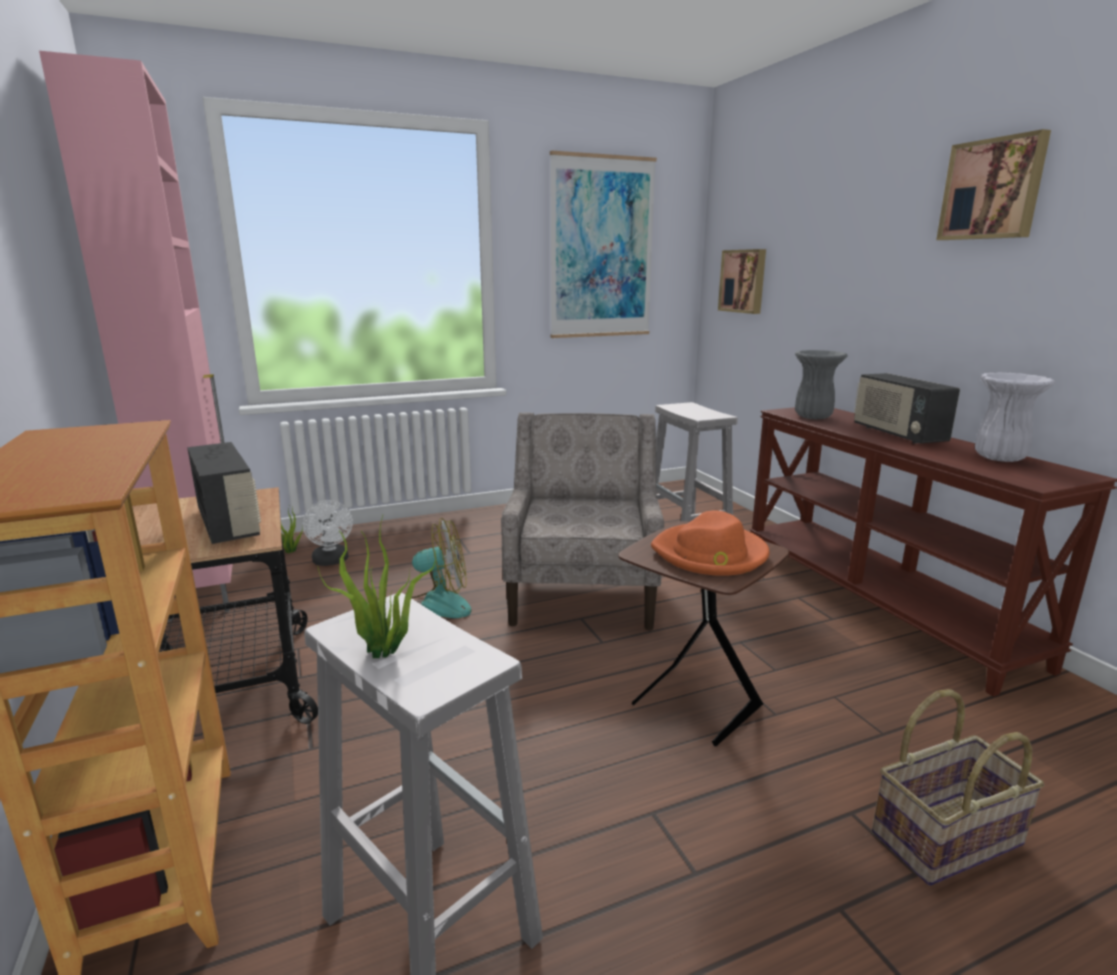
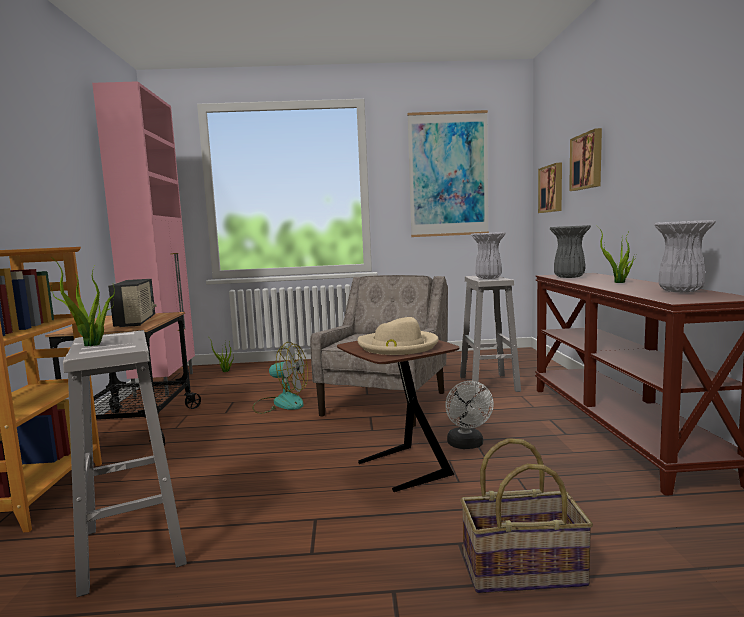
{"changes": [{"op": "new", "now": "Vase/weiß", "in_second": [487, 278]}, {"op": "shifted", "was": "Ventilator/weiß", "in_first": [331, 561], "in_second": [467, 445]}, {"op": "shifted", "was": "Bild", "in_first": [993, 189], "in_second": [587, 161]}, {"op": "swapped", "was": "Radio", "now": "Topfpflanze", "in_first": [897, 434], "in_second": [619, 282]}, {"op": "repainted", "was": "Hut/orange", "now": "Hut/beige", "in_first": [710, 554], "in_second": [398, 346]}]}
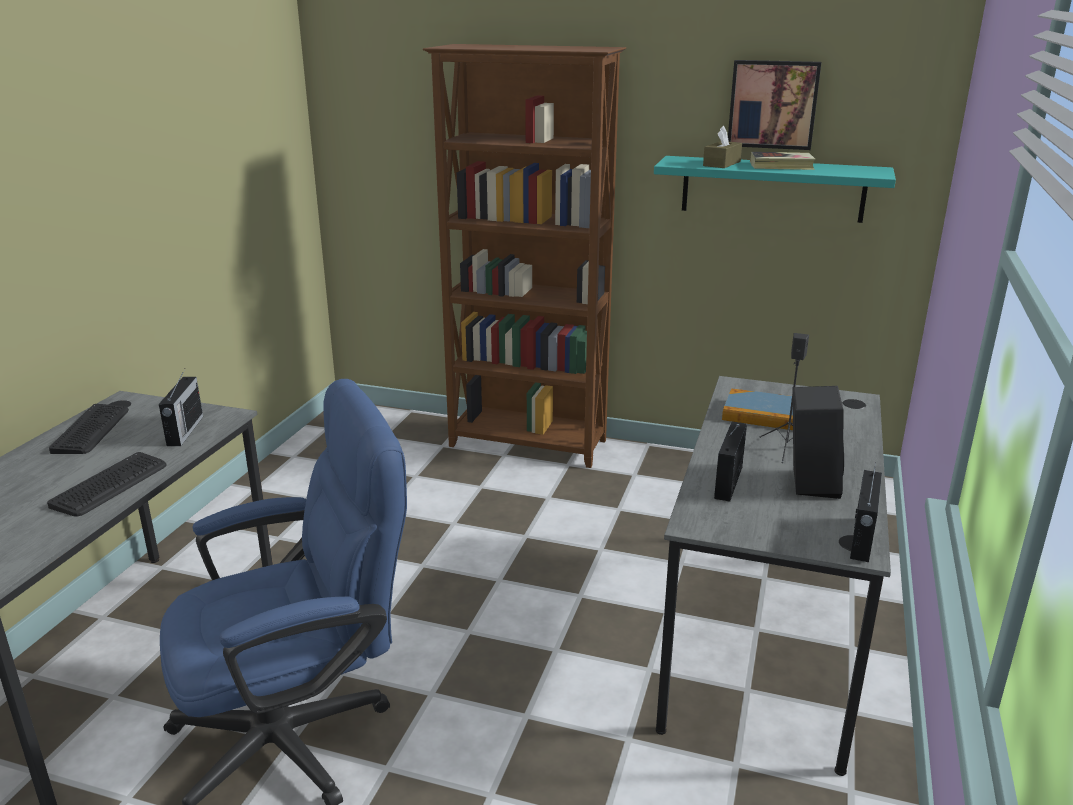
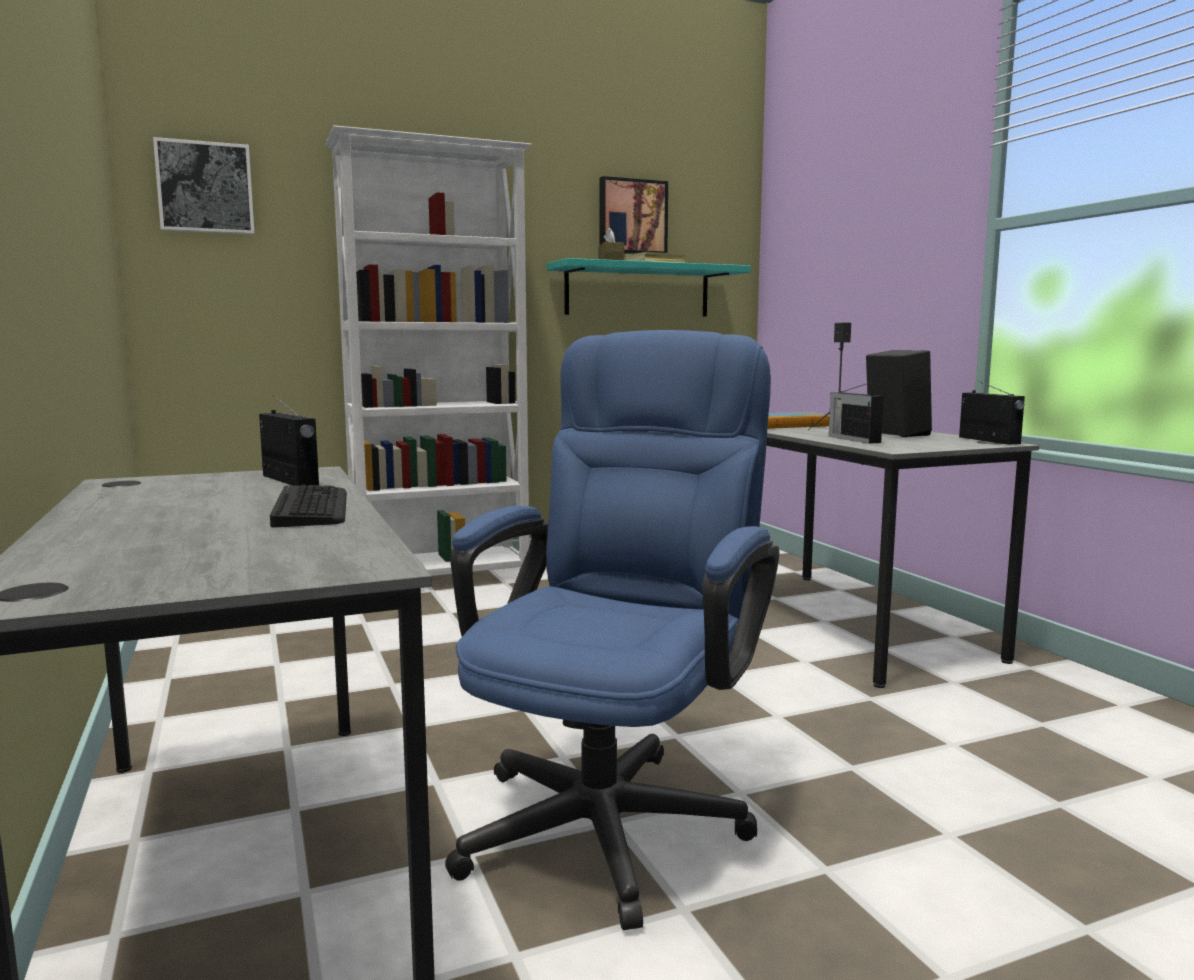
{"changes": [{"op": "gone", "was": "Tastatur", "in_first": [91, 430]}, {"op": "new", "now": "Bild", "in_second": [205, 188]}, {"op": "repainted", "was": "Bücherregal/braun", "now": "Bücherregal/weiß", "in_first": [528, 444], "in_second": [443, 580]}]}
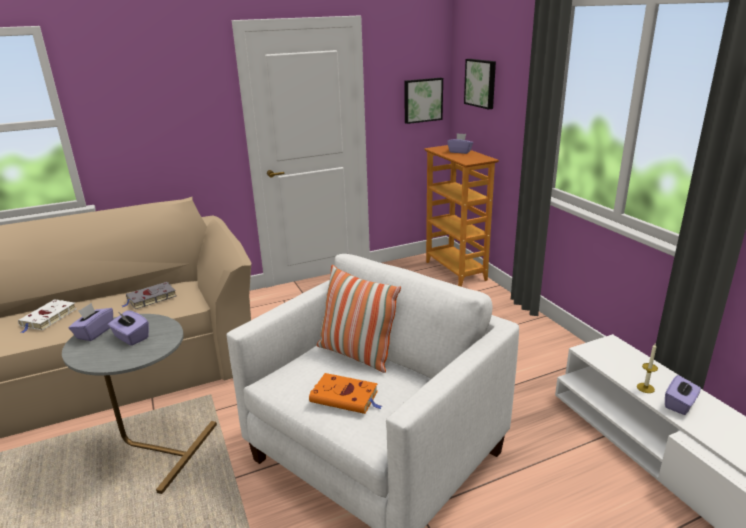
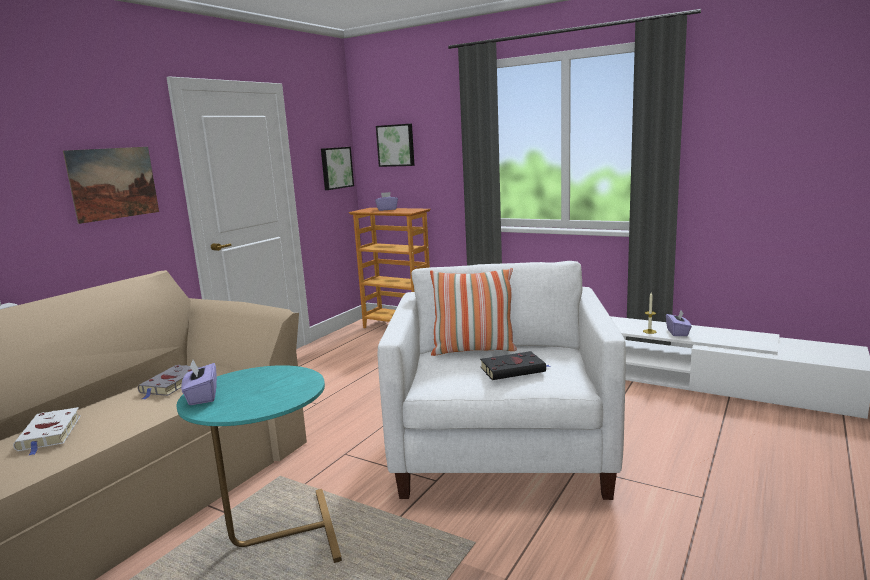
{"changes": [{"op": "gone", "was": "Taschentuchbox/lila", "in_first": [131, 337]}, {"op": "new", "now": "Bild", "in_second": [113, 183]}, {"op": "repainted", "was": "Beistelltisch/grau", "now": "Beistelltisch/türkis", "in_first": [153, 449], "in_second": [276, 538]}, {"op": "repainted", "was": "Buch/orange", "now": "Buch/schwarz", "in_first": [346, 397], "in_second": [514, 369]}]}
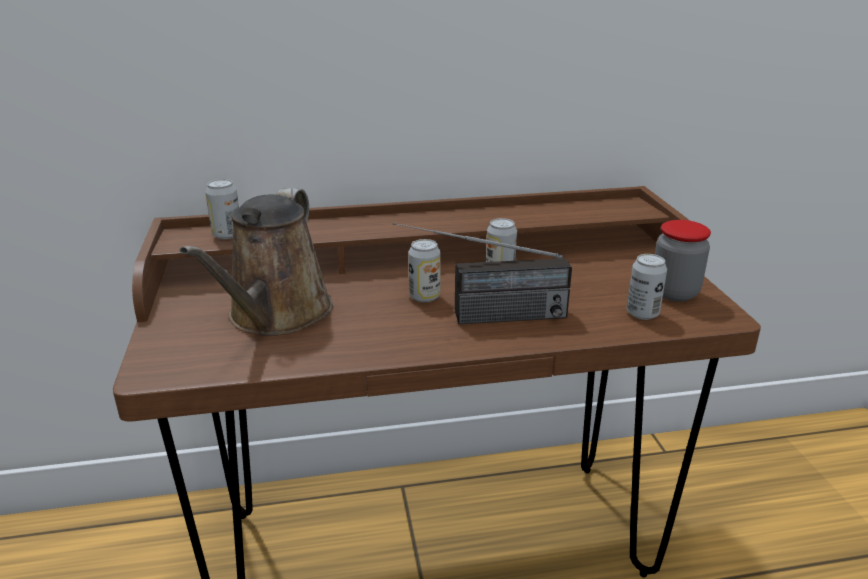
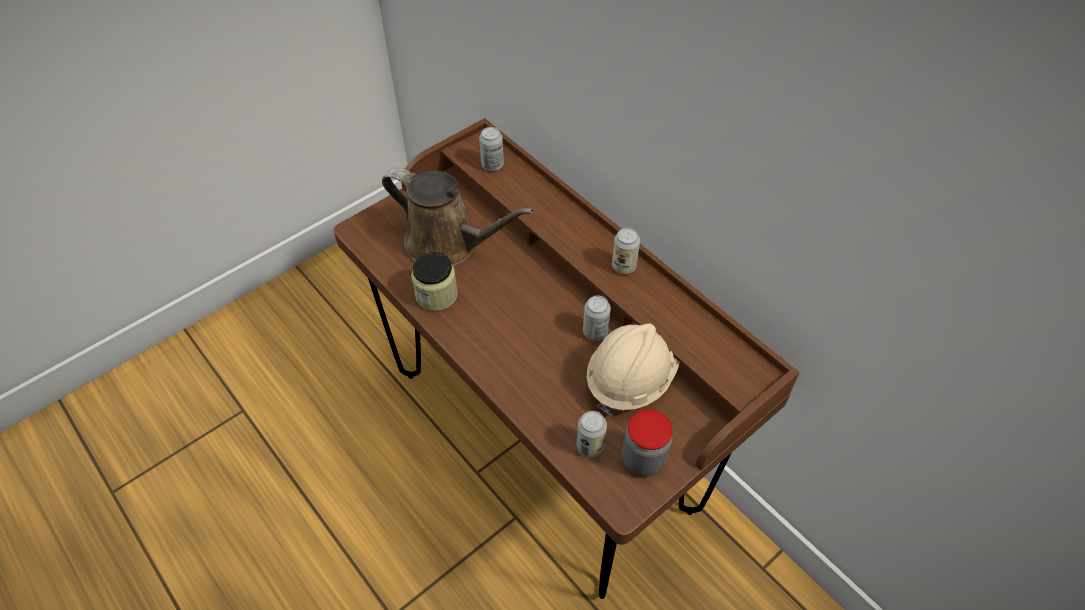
{"changes": [{"op": "gone", "was": "Radio", "in_first": [481, 317]}, {"op": "new", "now": "Vorratsglas", "in_second": [436, 295]}, {"op": "new", "now": "Schutzhelm/beige", "in_second": [630, 379]}, {"op": "shifted", "was": "Dose", "in_first": [424, 296], "in_second": [624, 266]}, {"op": "rotated", "was": "Gießkanne/braun", "in_first": [276, 315], "in_second": [448, 244], "clockwise": -135}]}
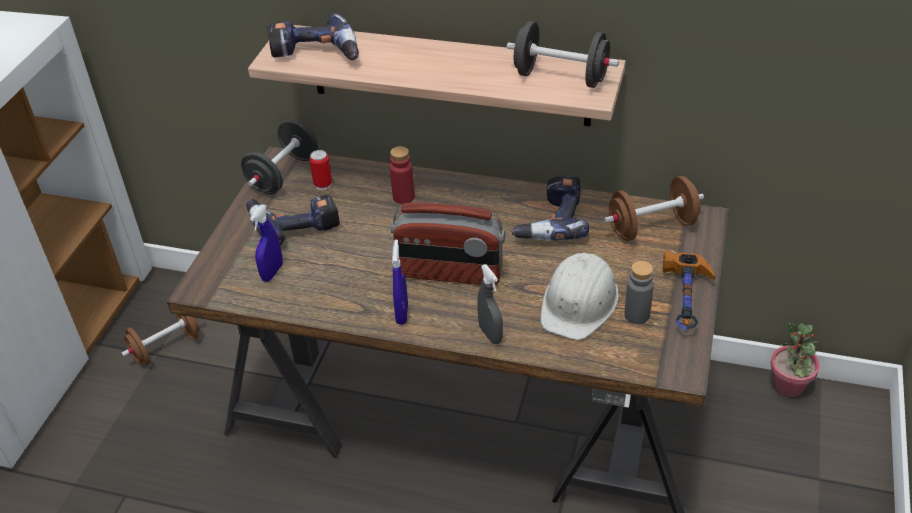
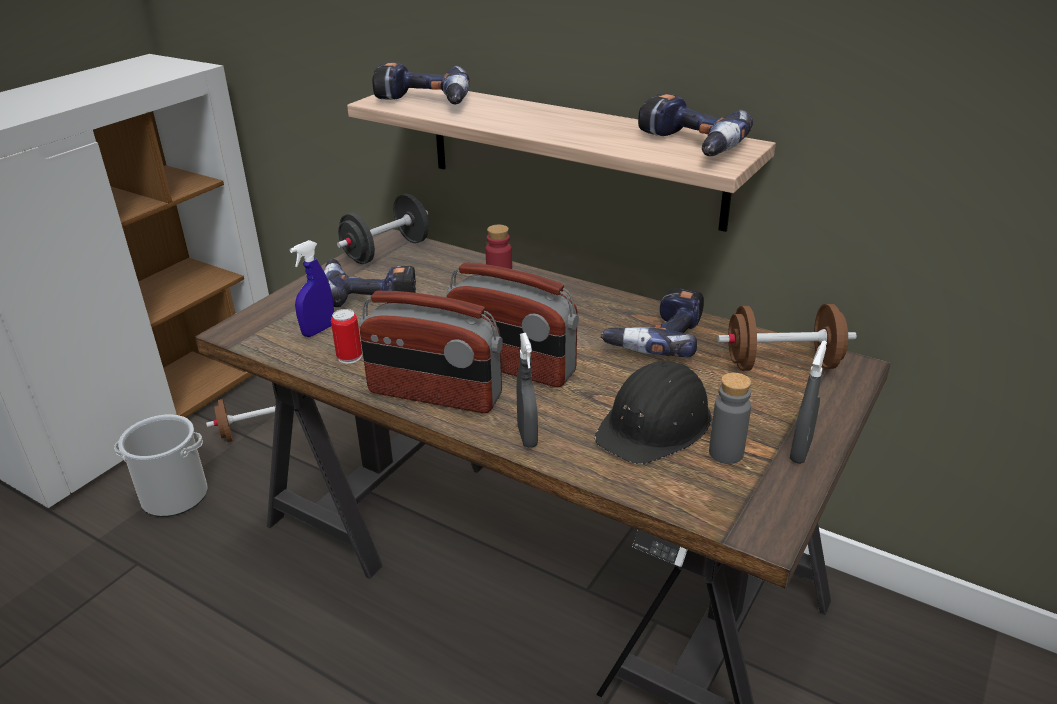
{"changes": [{"op": "gone", "was": "Topfpflanze", "in_first": [789, 387]}, {"op": "new", "now": "Eimer", "in_second": [175, 496]}, {"op": "shifted", "was": "Dose", "in_first": [323, 184], "in_second": [349, 357]}, {"op": "swapped", "was": "Sprühflasche/blau", "now": "Radio", "in_first": [402, 314], "in_second": [434, 395]}, {"op": "swapped", "was": "Hantel/schwarz", "now": "Bohrmaschine", "in_first": [561, 77], "in_second": [687, 146]}, {"op": "swapped", "was": "Hammer", "now": "Sprühflasche/grau", "in_first": [687, 302], "in_second": [800, 451]}, {"op": "repainted", "was": "Schutzhelm/weiß", "now": "Schutzhelm/schwarz", "in_first": [579, 302], "in_second": [656, 425]}]}
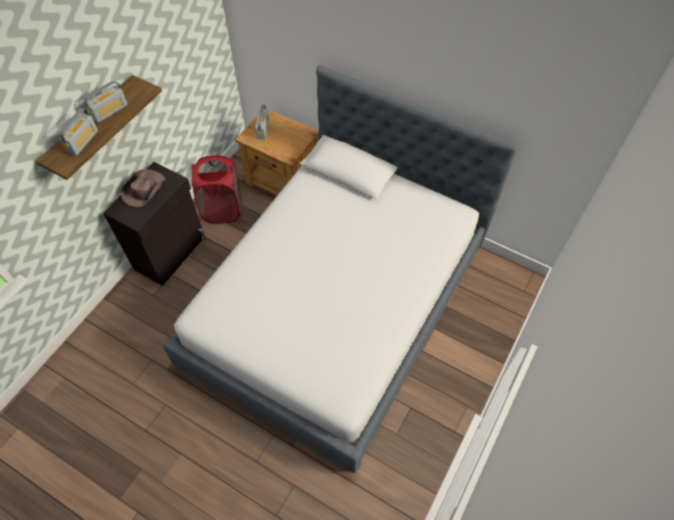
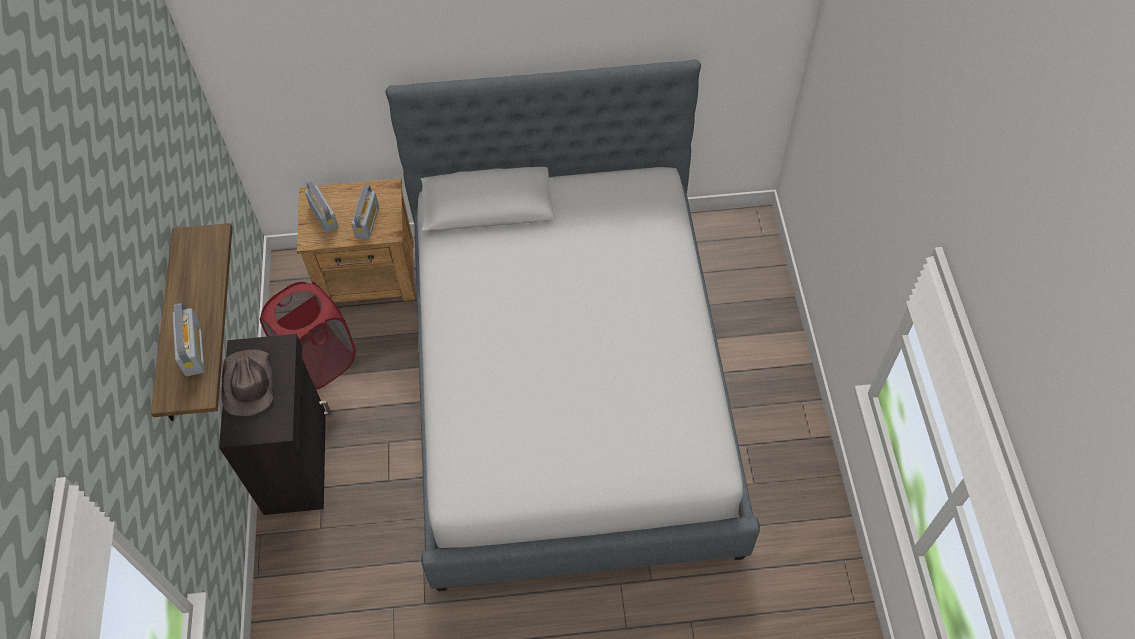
{"changes": [{"op": "shifted", "was": "Radio", "in_first": [110, 111], "in_second": [367, 222]}]}
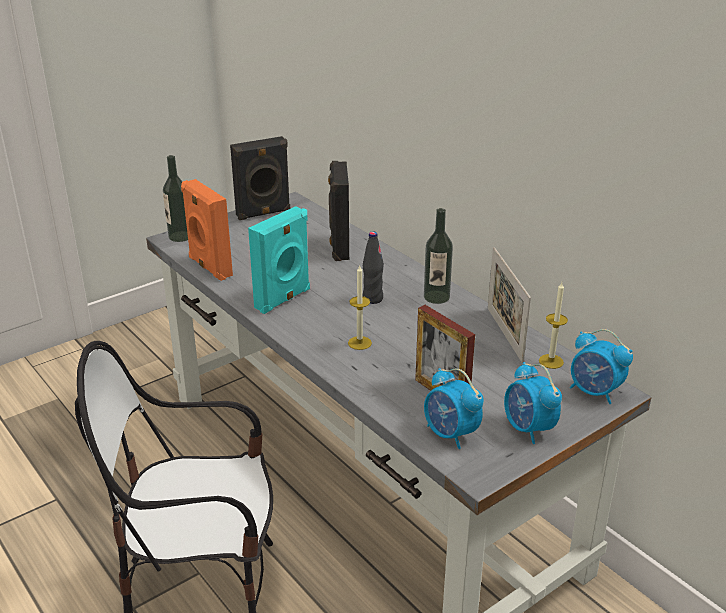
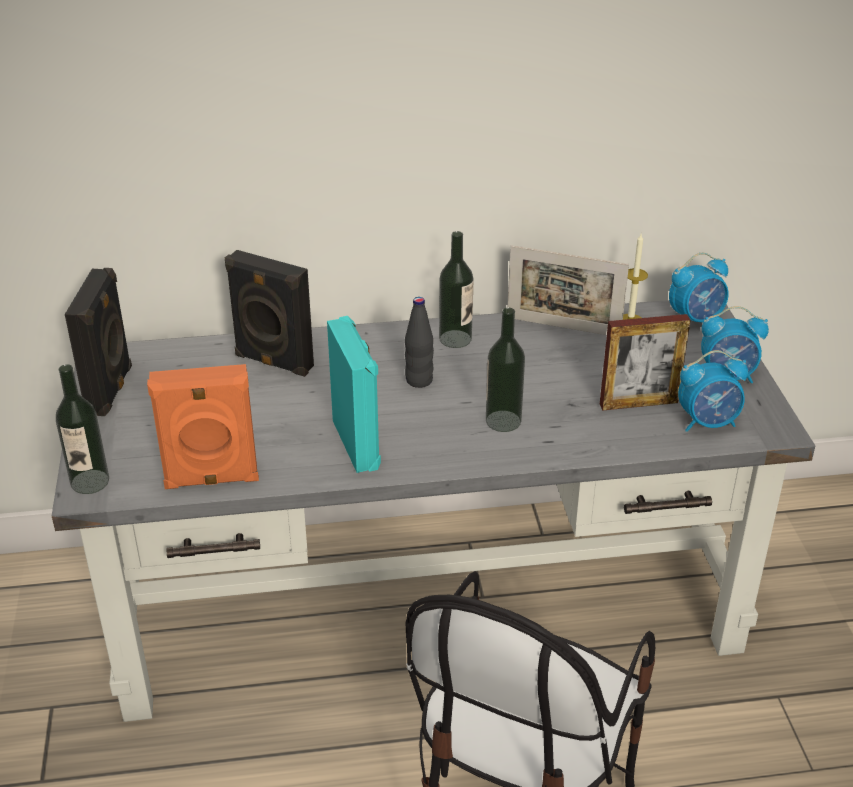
{"changes": [{"op": "swapped", "was": "Kerze", "now": "Flasche", "in_first": [359, 343], "in_second": [503, 421]}]}
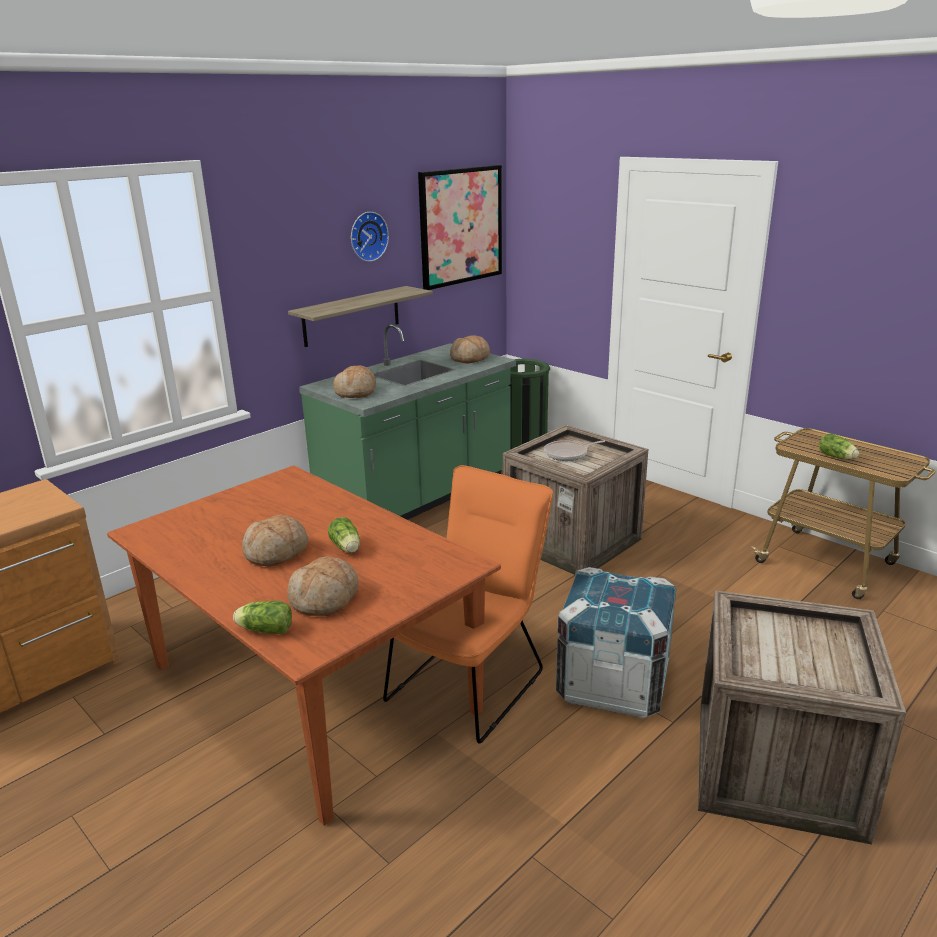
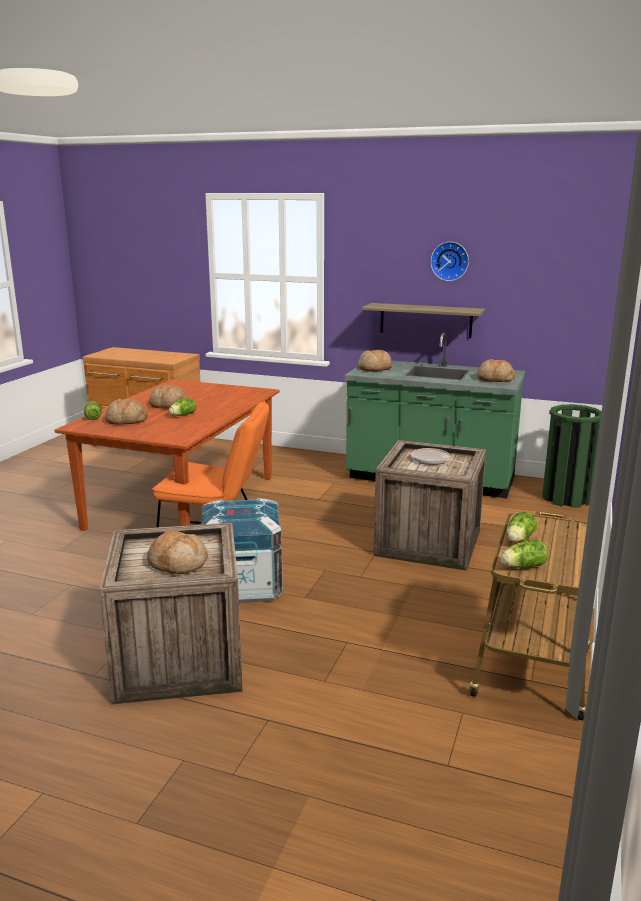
{"changes": [{"op": "gone", "was": "Bild", "in_first": [461, 226]}, {"op": "new", "now": "Brot", "in_second": [178, 563]}, {"op": "new", "now": "Salatkopf", "in_second": [521, 566]}]}
